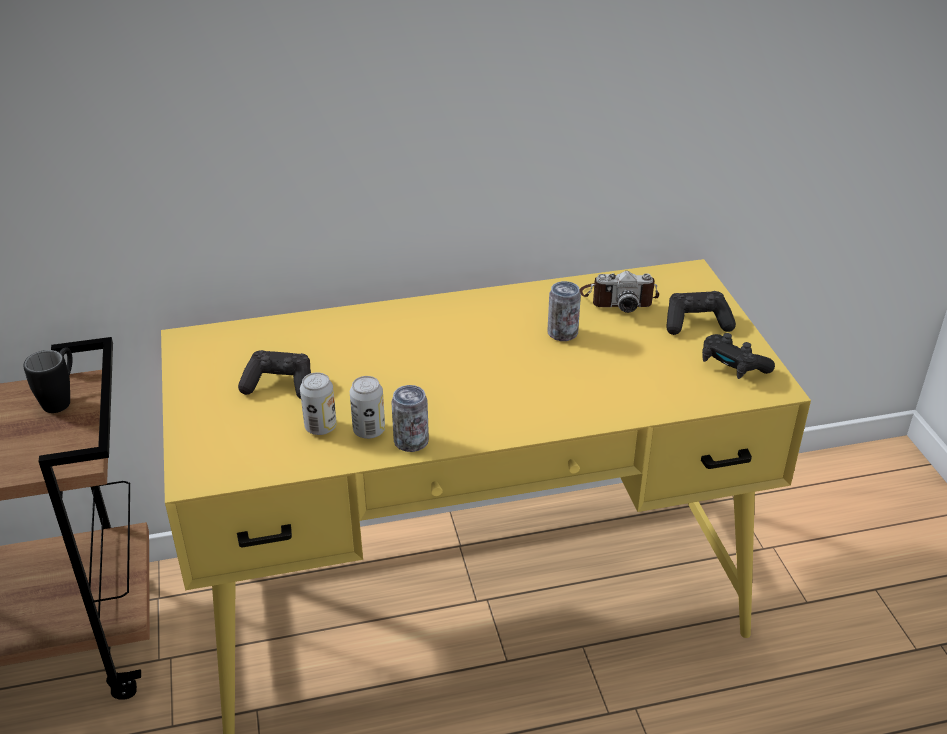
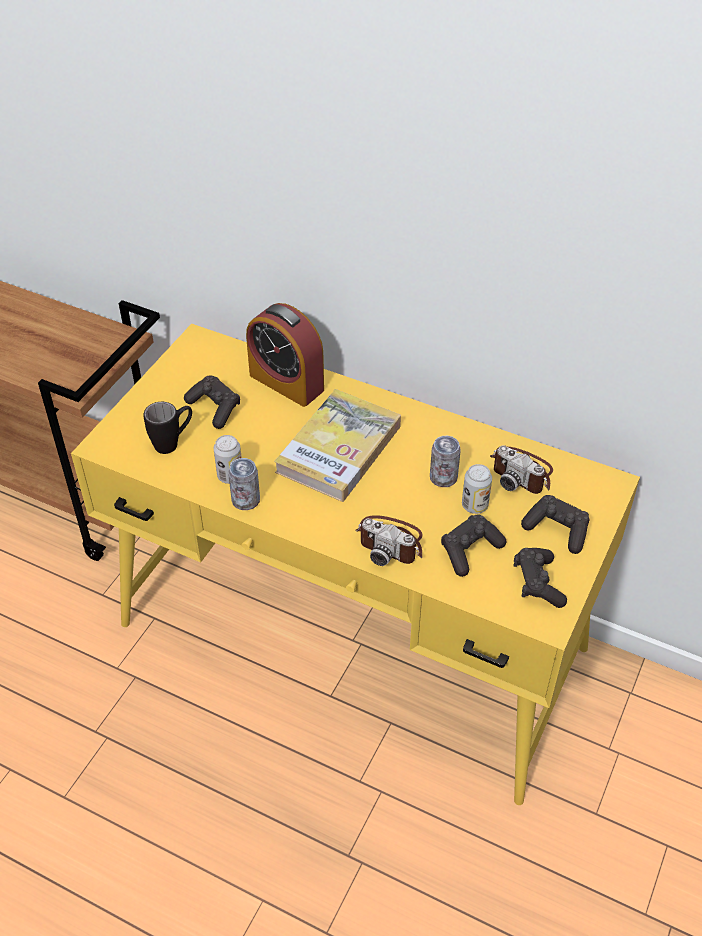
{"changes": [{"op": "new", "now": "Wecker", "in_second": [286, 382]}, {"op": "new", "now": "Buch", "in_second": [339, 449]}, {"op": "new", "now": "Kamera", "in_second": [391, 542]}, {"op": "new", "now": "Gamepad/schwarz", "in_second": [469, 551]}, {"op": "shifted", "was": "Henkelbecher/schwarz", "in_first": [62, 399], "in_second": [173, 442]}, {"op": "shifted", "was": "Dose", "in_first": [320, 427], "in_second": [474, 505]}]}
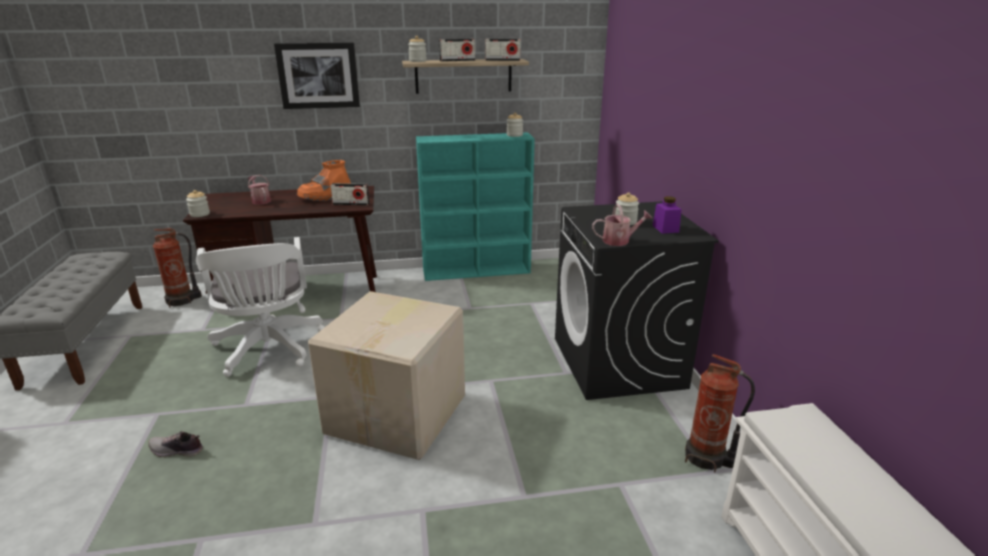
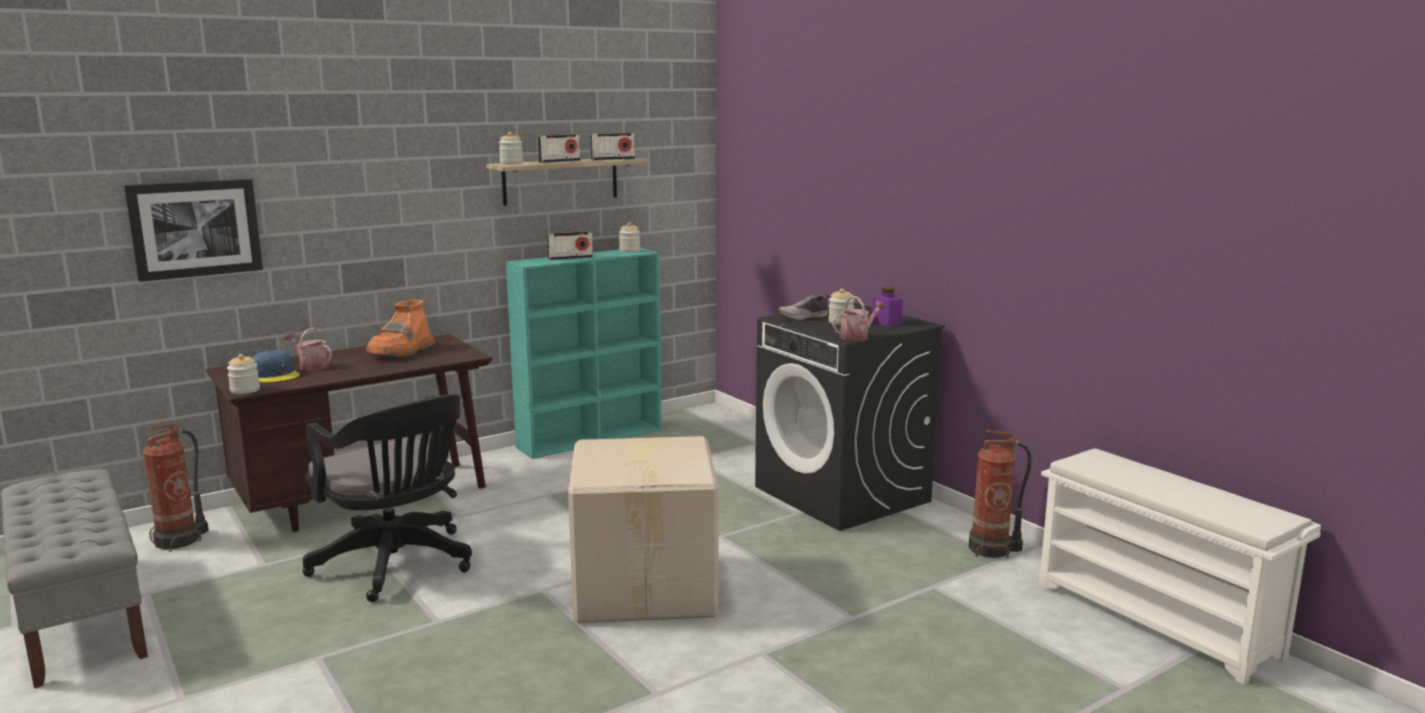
{"changes": [{"op": "new", "now": "Kappe/blau", "in_second": [275, 375]}, {"op": "shifted", "was": "Schuh", "in_first": [177, 451], "in_second": [804, 317]}, {"op": "shifted", "was": "Bild", "in_first": [318, 75], "in_second": [195, 228]}, {"op": "shifted", "was": "Radio", "in_first": [351, 204], "in_second": [570, 258]}, {"op": "repainted", "was": "Bürostuhl/weiß", "now": "Bürostuhl/schwarz", "in_first": [268, 350], "in_second": [397, 565]}]}
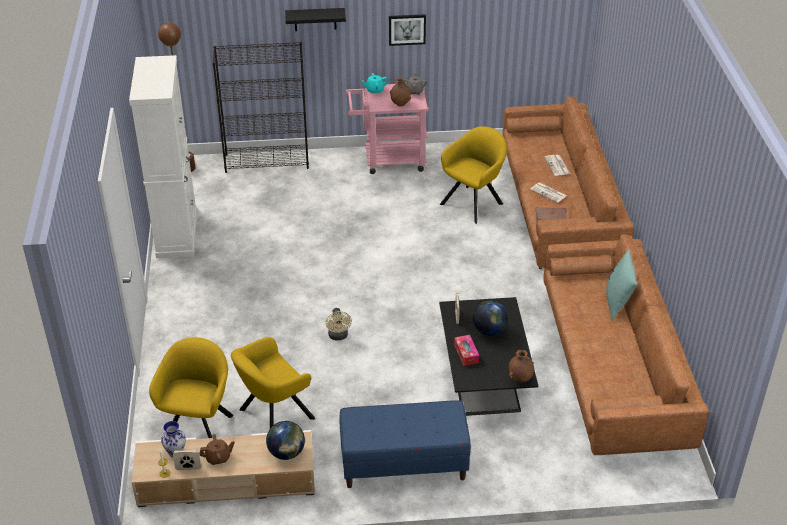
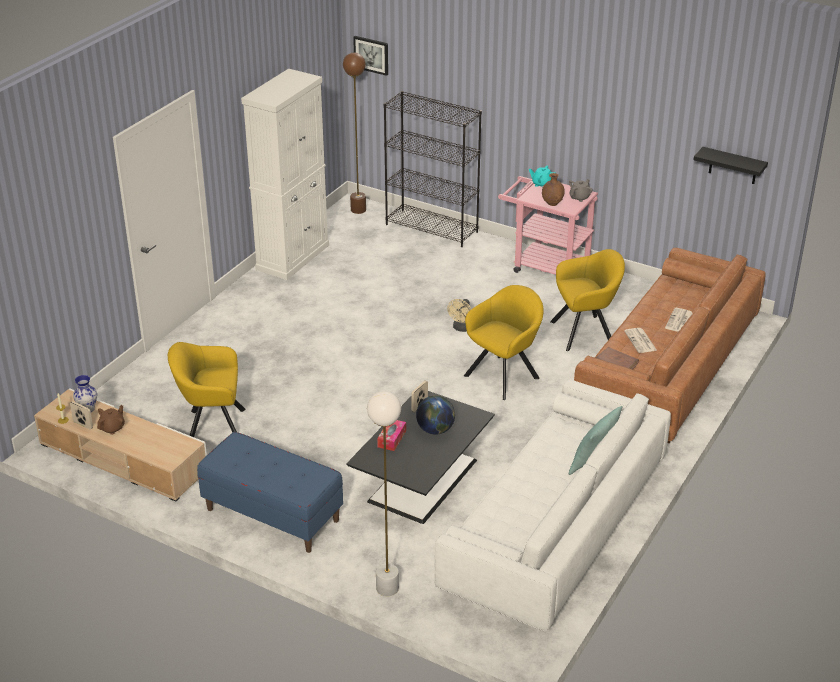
{"changes": [{"op": "gone", "was": "Globus", "in_first": [286, 453]}, {"op": "gone", "was": "Vase/braun", "in_first": [520, 379]}, {"op": "new", "now": "Stehlampe/weiß", "in_second": [387, 588]}, {"op": "shifted", "was": "Sessel/gelb", "in_first": [199, 427], "in_second": [504, 375]}, {"op": "shifted", "was": "Wandregal/schwarz", "in_first": [315, 19], "in_second": [733, 166]}, {"op": "shifted", "was": "Ventilator/beige", "in_first": [338, 336], "in_second": [461, 328]}, {"op": "shifted", "was": "Bild", "in_first": [407, 29], "in_second": [371, 55]}, {"op": "repainted", "was": "Sofa/braun", "now": "Sofa/weiß", "in_first": [612, 369], "in_second": [554, 530]}, {"op": "rotated", "was": "Teekanne/braun", "in_first": [218, 458], "in_second": [112, 428], "clockwise": -75}]}
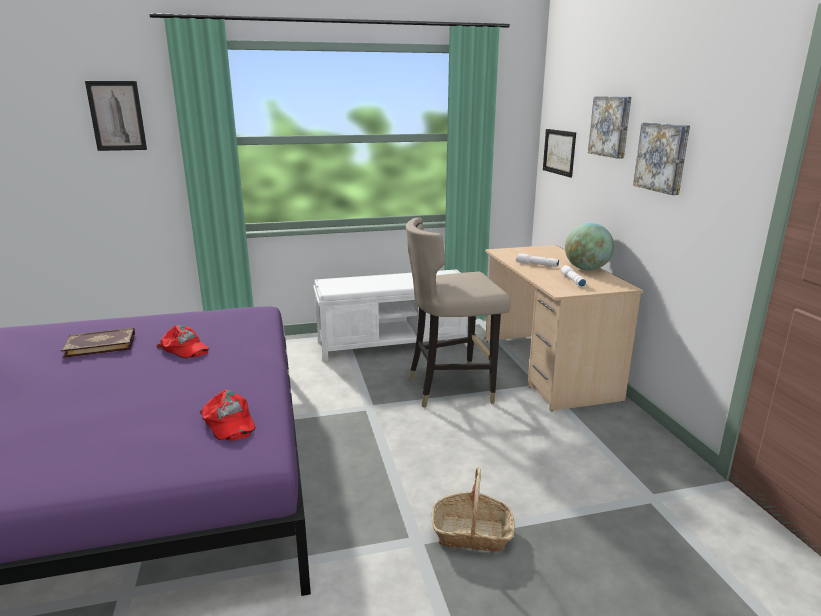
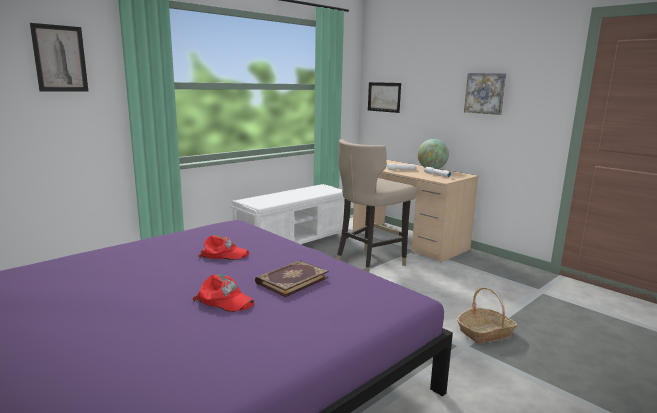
{"changes": [{"op": "gone", "was": "Bild", "in_first": [611, 126]}, {"op": "shifted", "was": "Buch", "in_first": [100, 344], "in_second": [291, 280]}, {"op": "shifted", "was": "Kappe/rot", "in_first": [228, 422], "in_second": [224, 300]}]}
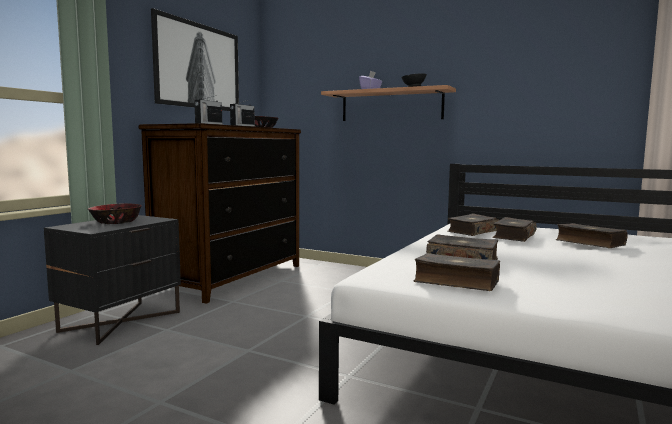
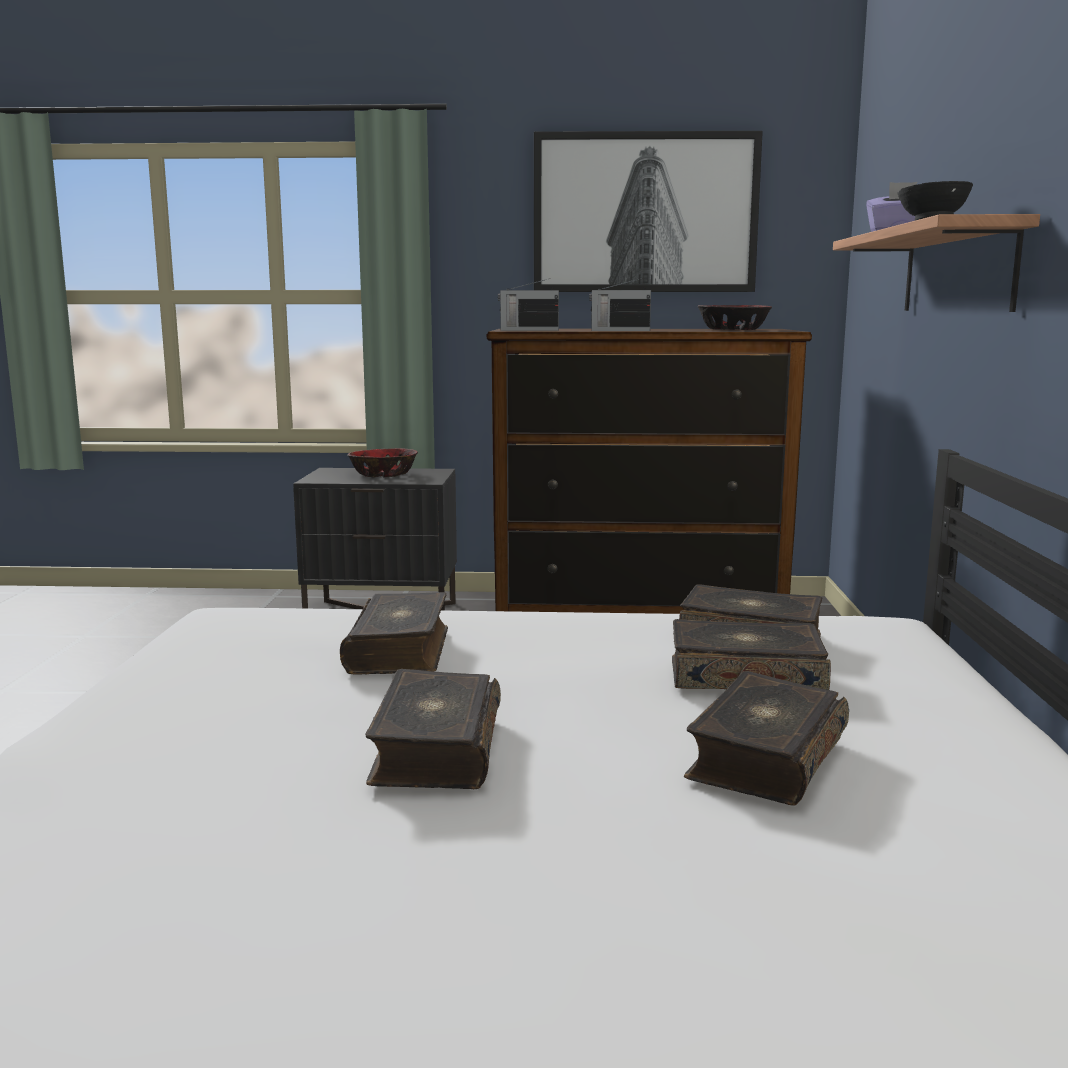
{"changes": [{"op": "shifted", "was": "Buch", "in_first": [456, 282], "in_second": [434, 750]}]}
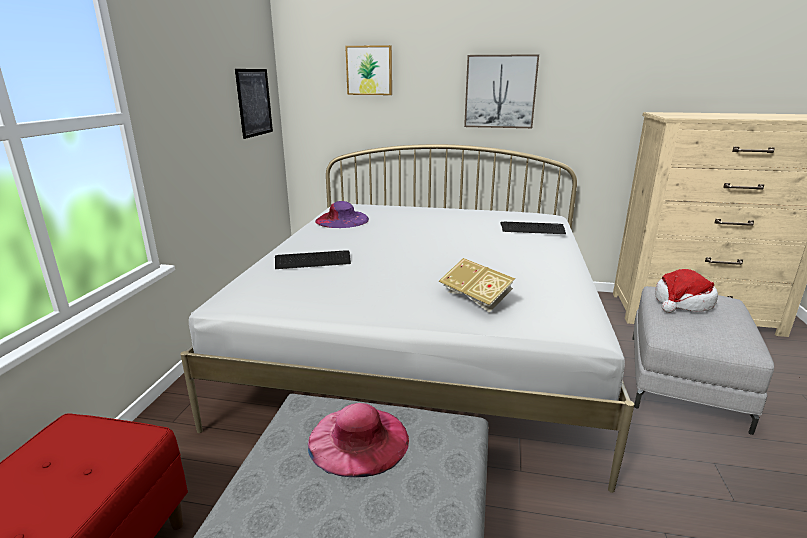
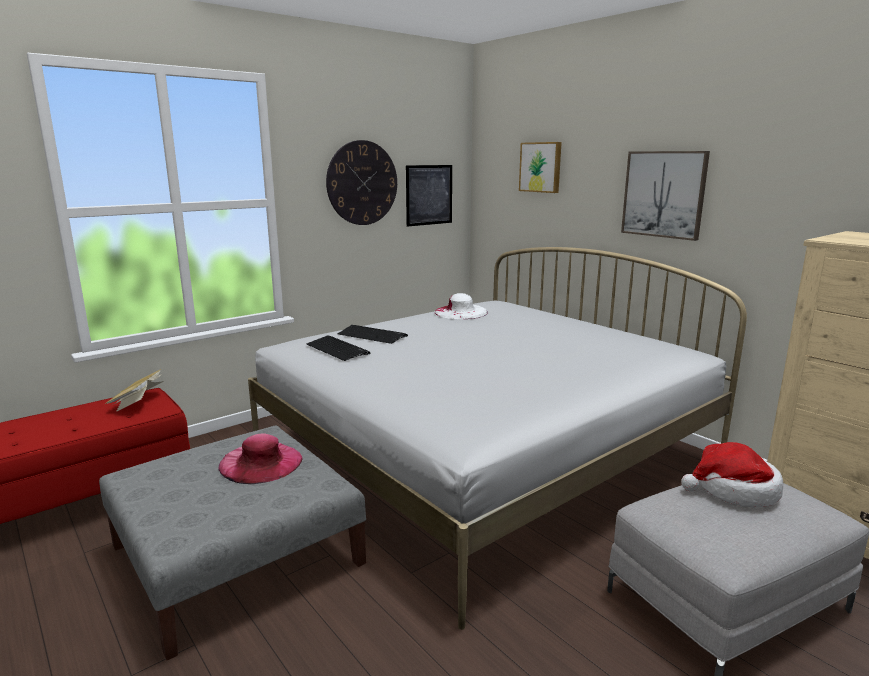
{"changes": [{"op": "new", "now": "Wanduhr", "in_second": [362, 183]}, {"op": "shifted", "was": "Buch", "in_first": [475, 298], "in_second": [138, 402]}, {"op": "shifted", "was": "Tastatur", "in_first": [532, 229], "in_second": [337, 349]}, {"op": "repainted", "was": "Hut/lila", "now": "Hut/weiß", "in_first": [342, 220], "in_second": [460, 312]}]}
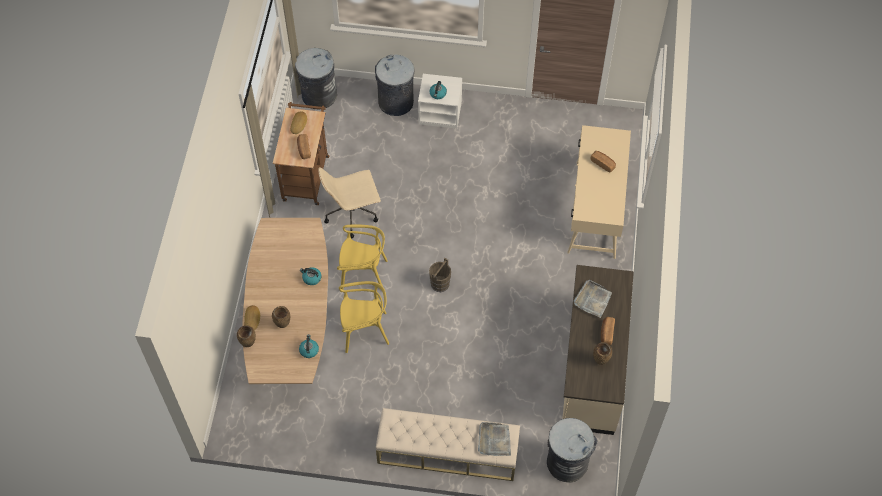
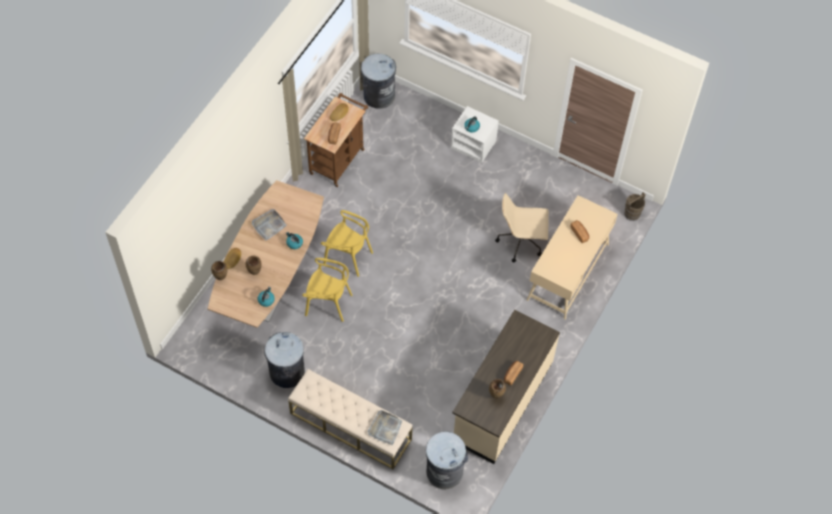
{"changes": [{"op": "shifted", "was": "Bürostuhl/beige", "in_first": [352, 214], "in_second": [521, 242]}, {"op": "shifted", "was": "Mülleimer/grau", "in_first": [395, 102], "in_second": [286, 372]}, {"op": "shifted", "was": "Eimer/braun", "in_first": [440, 284], "in_second": [632, 214]}, {"op": "shifted", "was": "Tablett/grau", "in_first": [592, 300], "in_second": [269, 225]}]}
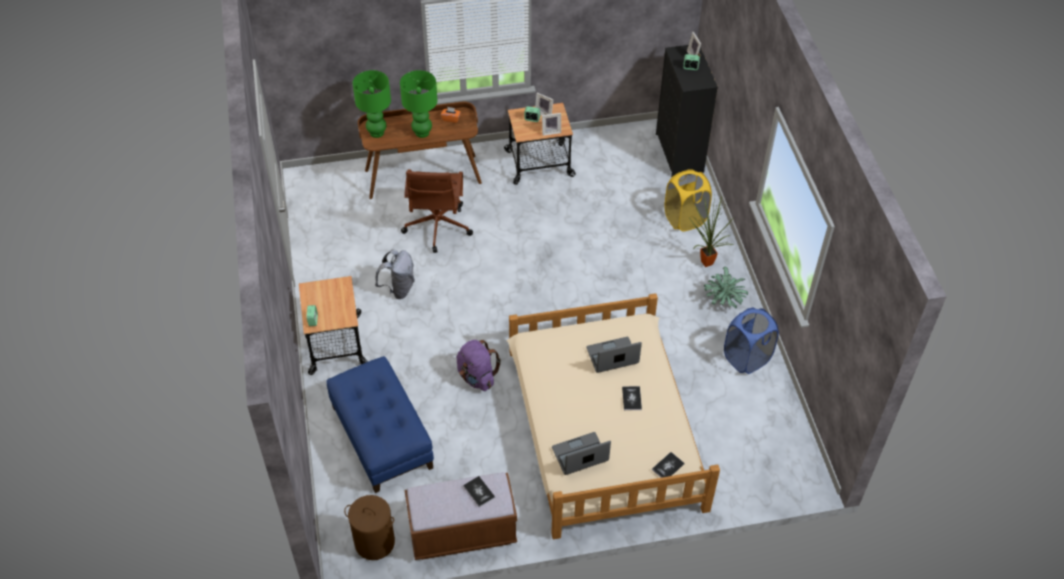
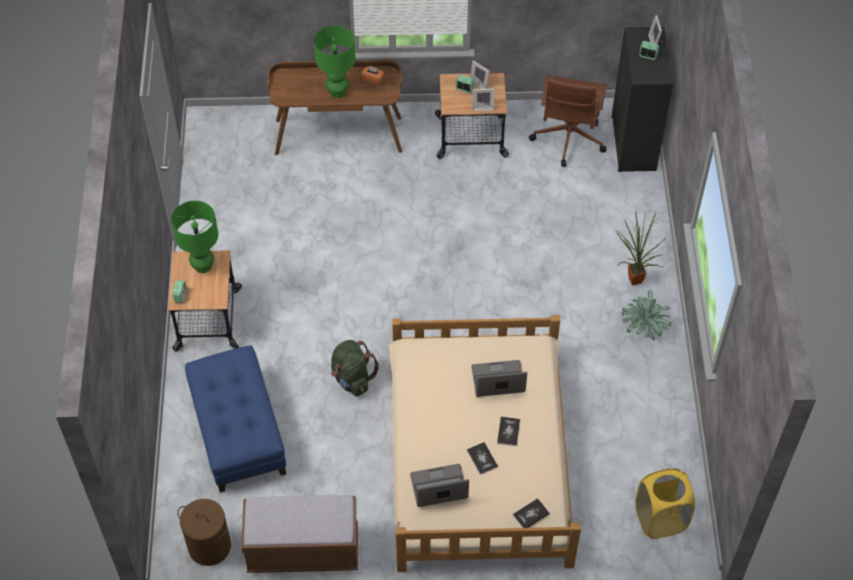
{"changes": [{"op": "gone", "was": "Rucksack/grau", "in_first": [398, 288]}, {"op": "gone", "was": "Wäschekorb/blau", "in_first": [746, 358]}, {"op": "shifted", "was": "Tischlampe/grün", "in_first": [377, 132], "in_second": [203, 266]}, {"op": "shifted", "was": "Bürostuhl/braun", "in_first": [437, 227], "in_second": [568, 139]}, {"op": "shifted", "was": "Buch", "in_first": [479, 492], "in_second": [482, 458]}, {"op": "shifted", "was": "Wäschekorb/gelb", "in_first": [685, 219], "in_second": [660, 519]}, {"op": "repainted", "was": "Rucksack/lila", "now": "Rucksack/grün", "in_first": [476, 377], "in_second": [352, 378]}]}
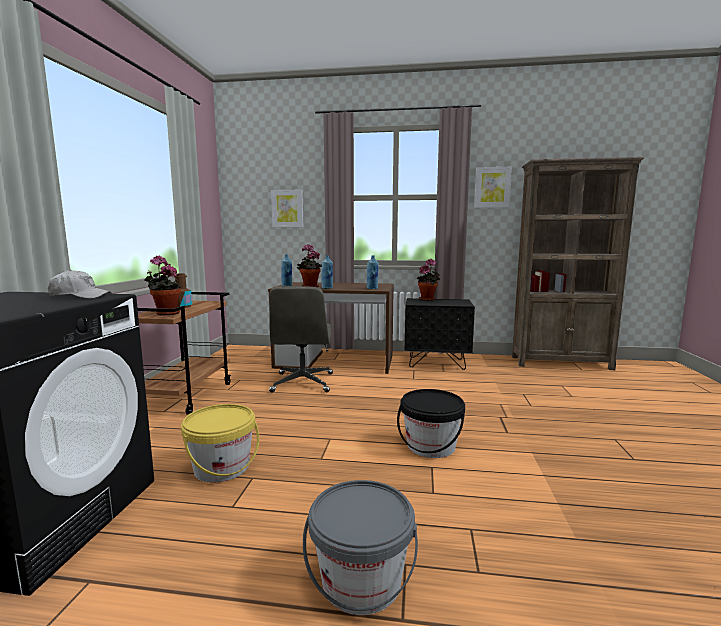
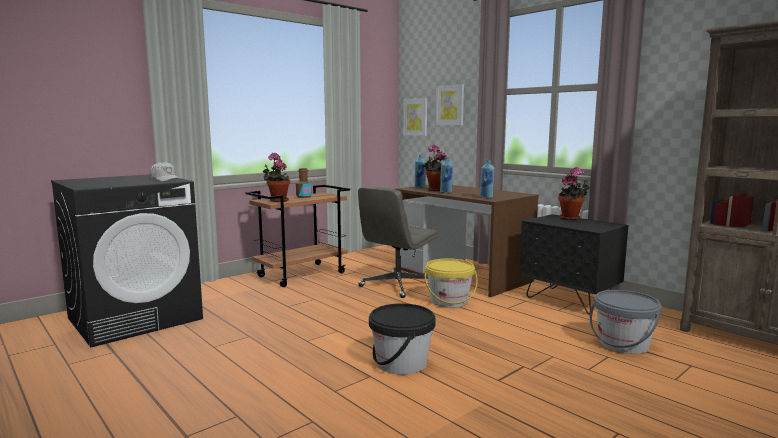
{"changes": [{"op": "shifted", "was": "Eimer/gelb", "in_first": [222, 467], "in_second": [449, 301]}, {"op": "shifted", "was": "Eimer/grau", "in_first": [361, 581], "in_second": [623, 344]}, {"op": "shifted", "was": "Bild", "in_first": [492, 187], "in_second": [415, 117]}]}
